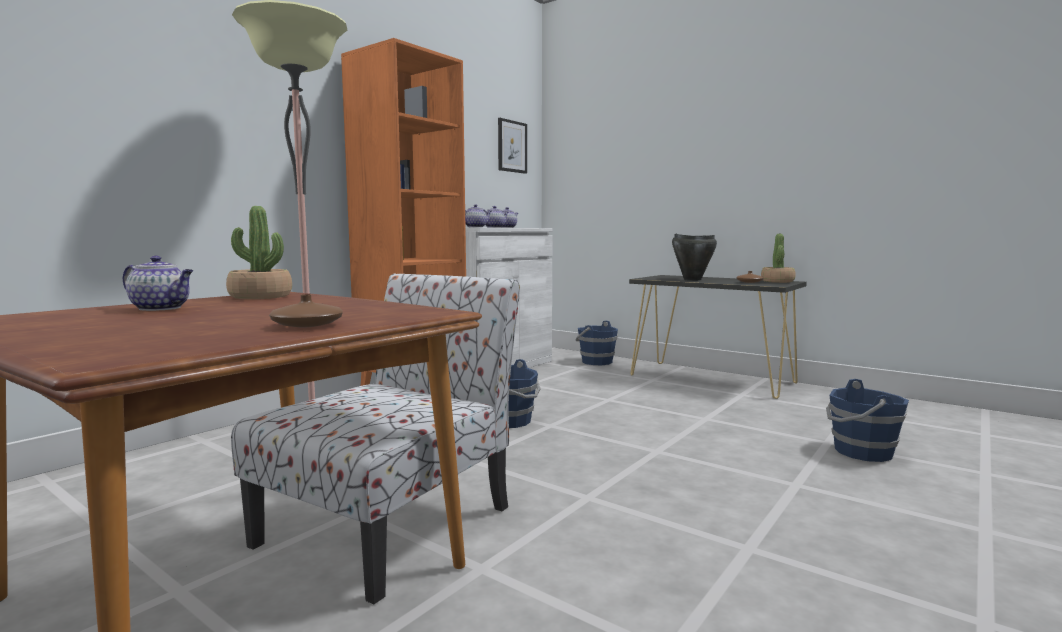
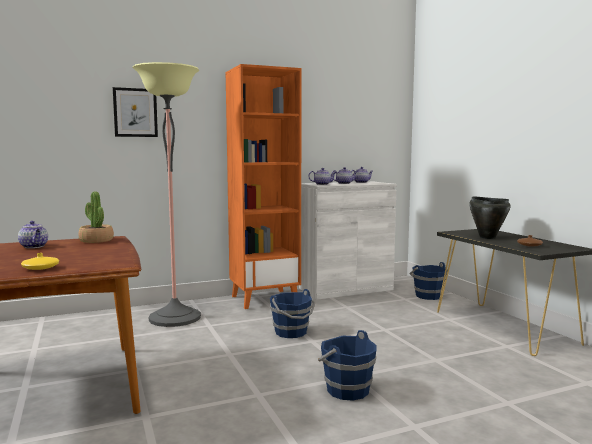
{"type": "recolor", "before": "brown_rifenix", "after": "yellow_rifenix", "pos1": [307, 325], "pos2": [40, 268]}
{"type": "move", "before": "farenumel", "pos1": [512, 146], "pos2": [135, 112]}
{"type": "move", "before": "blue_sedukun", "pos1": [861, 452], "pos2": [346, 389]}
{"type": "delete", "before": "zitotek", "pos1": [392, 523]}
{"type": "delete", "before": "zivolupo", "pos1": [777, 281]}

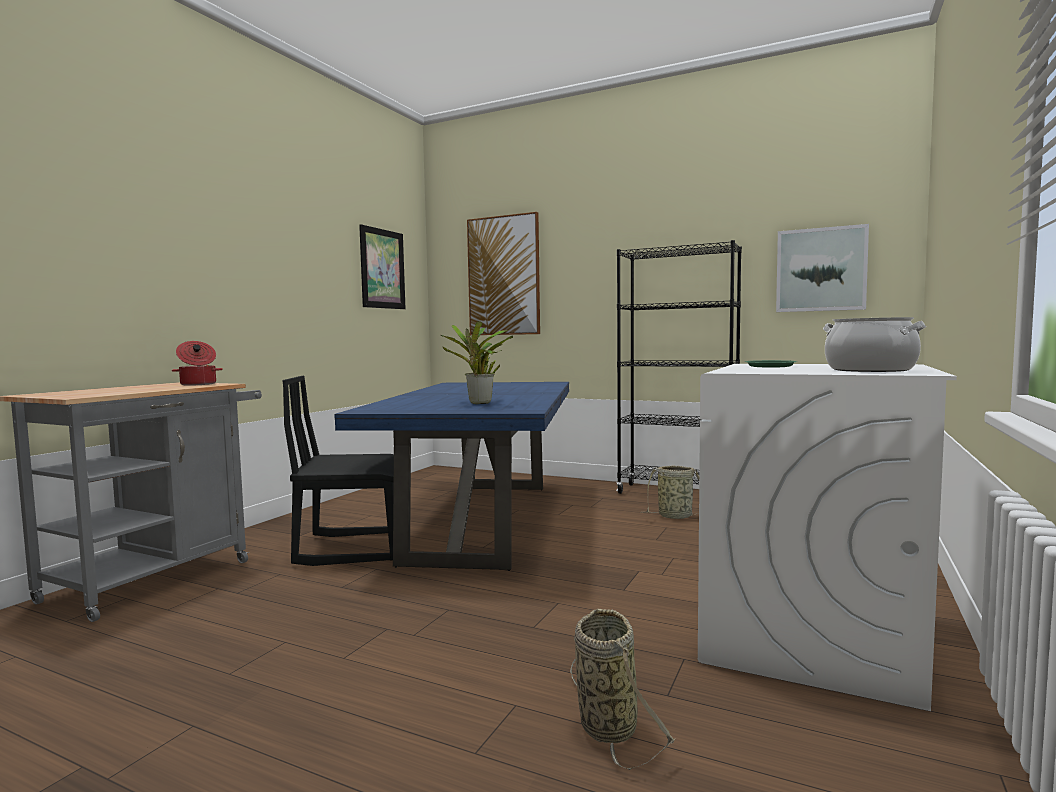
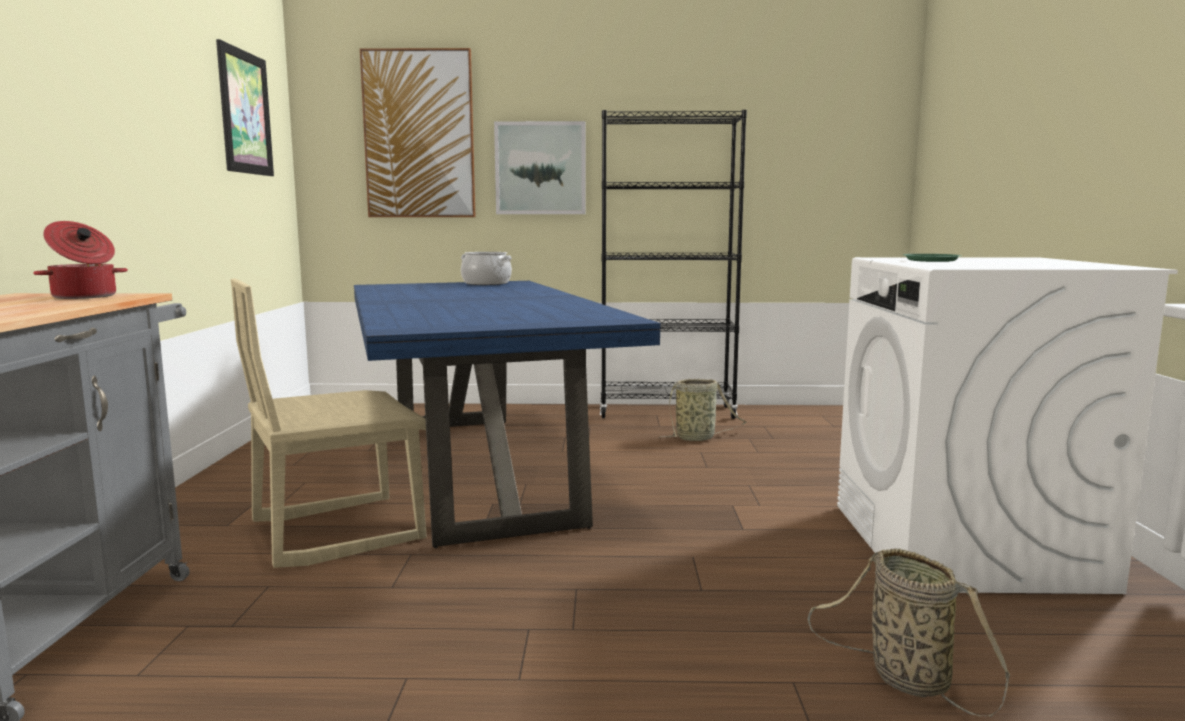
{"type": "recolor", "before": "black_zitotek", "after": "beige_zitotek", "pos1": [352, 547], "pos2": [337, 531]}
{"type": "move", "before": "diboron", "pos1": [870, 370], "pos2": [486, 283]}
{"type": "move", "before": "farenumel", "pos1": [821, 270], "pos2": [540, 168]}
{"type": "delete", "before": "zivolupo", "pos1": [479, 403]}

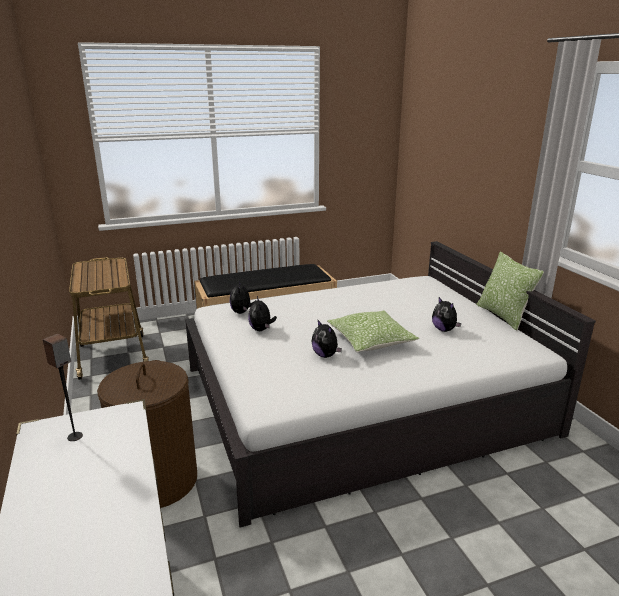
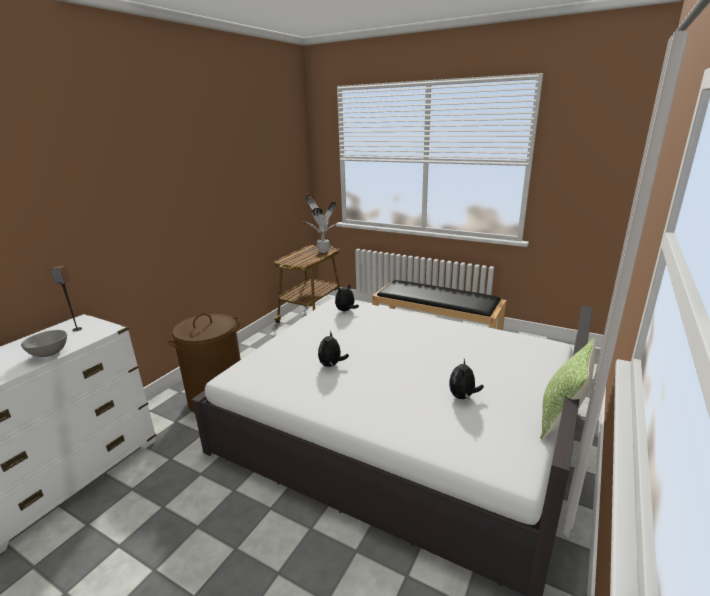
{"type": "insert", "after": "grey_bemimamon", "pos2": [48, 354]}
{"type": "insert", "after": "zivolupo", "pos2": [322, 251]}
{"type": "delete", "before": "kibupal", "pos1": [261, 329]}
{"type": "delete", "before": "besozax", "pos1": [370, 341]}

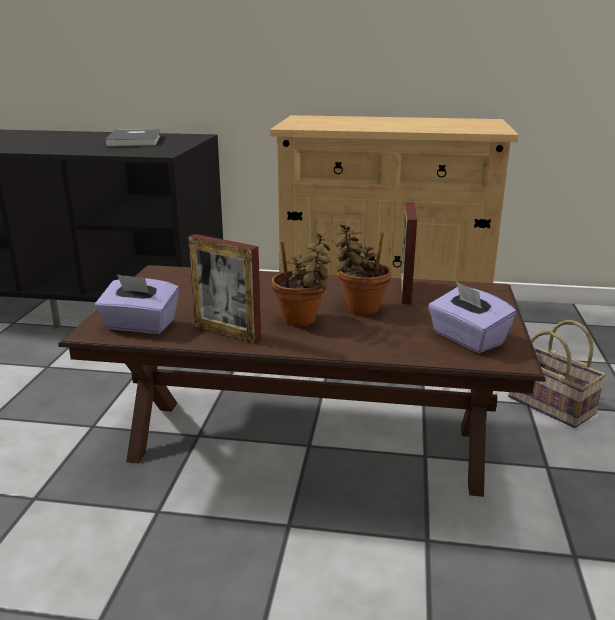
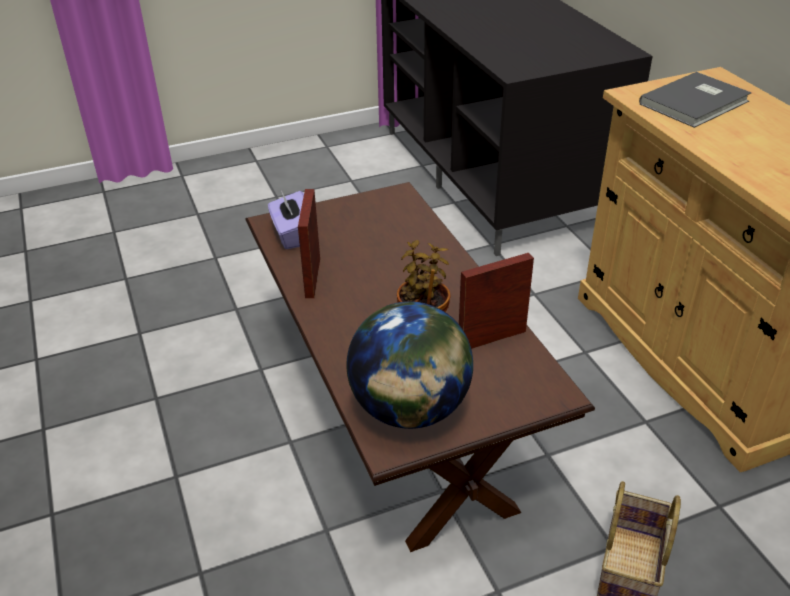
{"type": "replace", "before": "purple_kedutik", "after": "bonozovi", "pos1": [467, 339], "pos2": [410, 409]}
{"type": "move", "before": "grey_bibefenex", "pos1": [136, 140], "pos2": [697, 103]}
{"type": "delete", "before": "zivolupo", "pos1": [302, 321]}

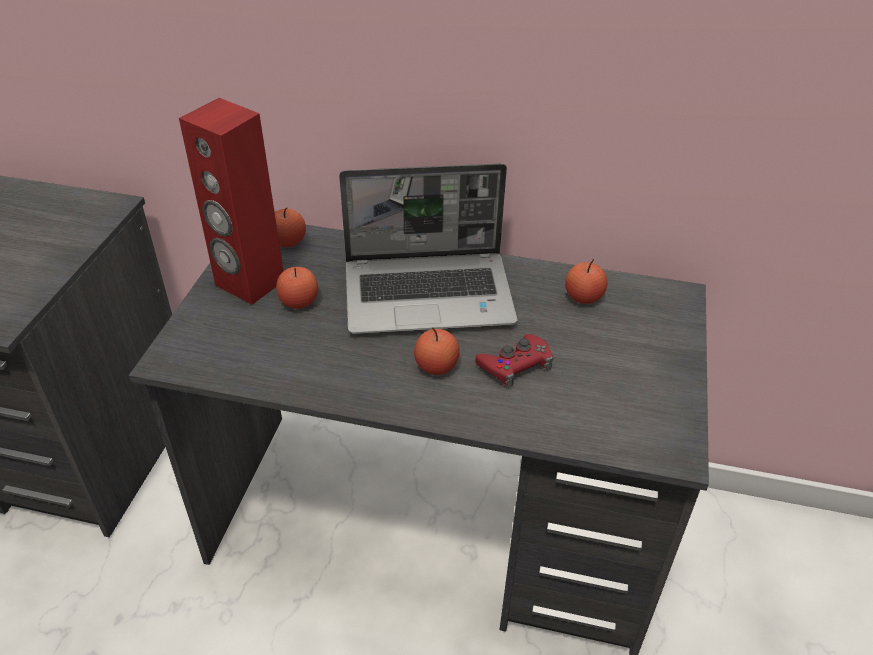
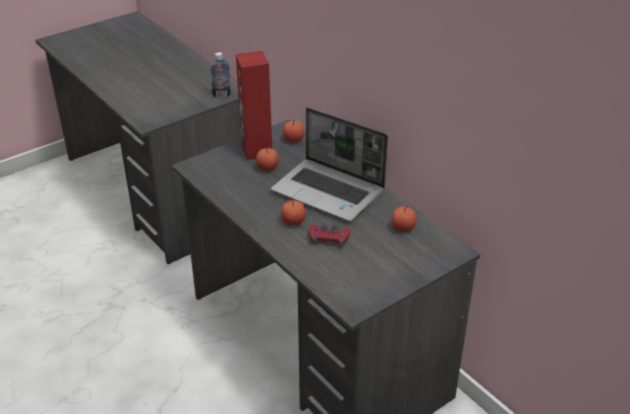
{"type": "insert", "after": "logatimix", "pos2": [222, 95]}

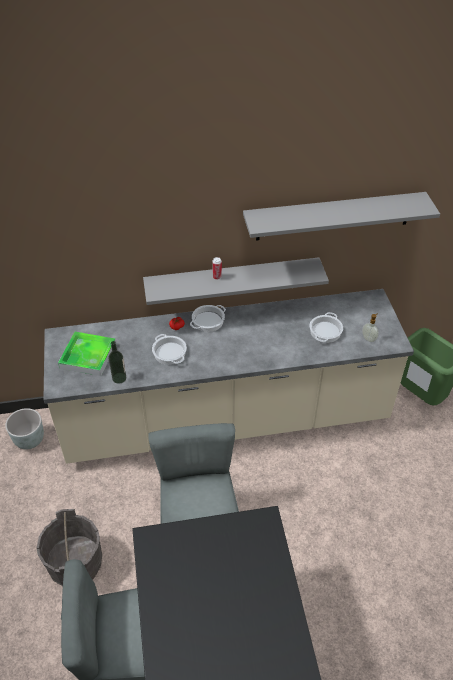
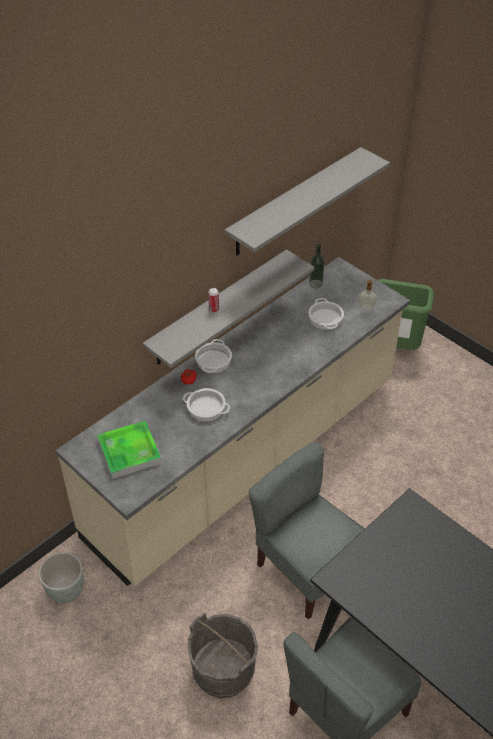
{"type": "move", "before": "logatimix", "pos1": [119, 378], "pos2": [316, 283]}

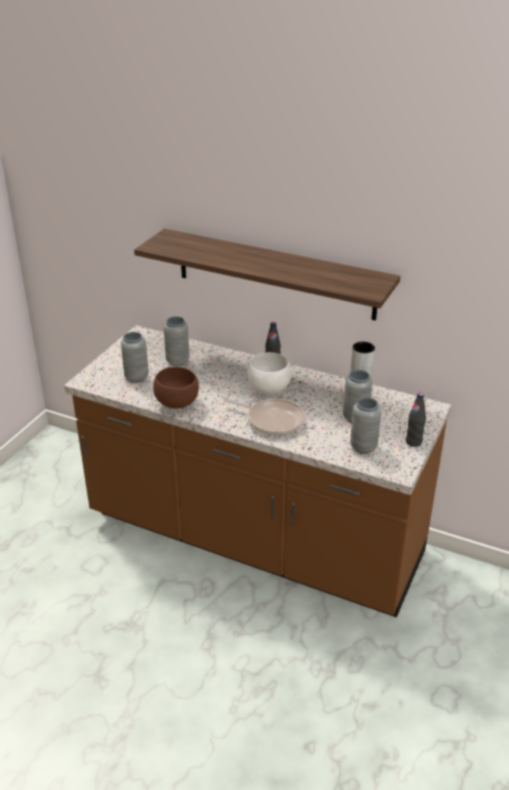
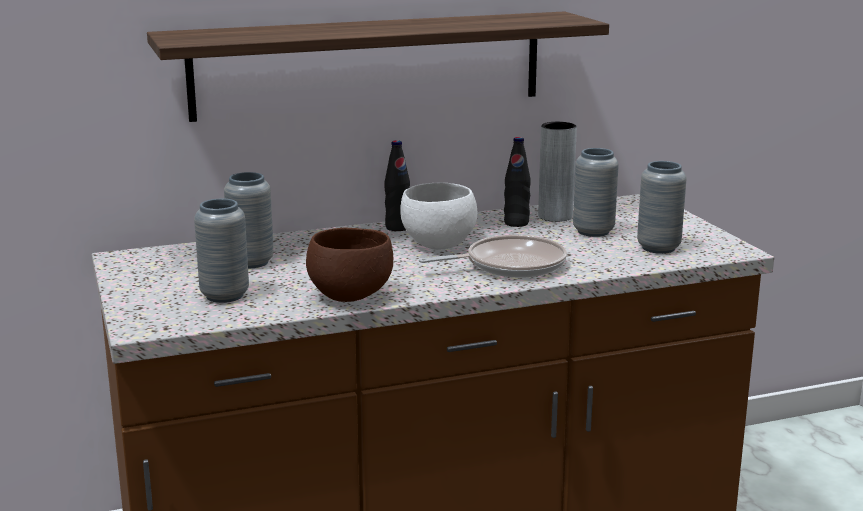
{"type": "move", "before": "black_logatimix", "pos1": [413, 442], "pos2": [516, 223]}

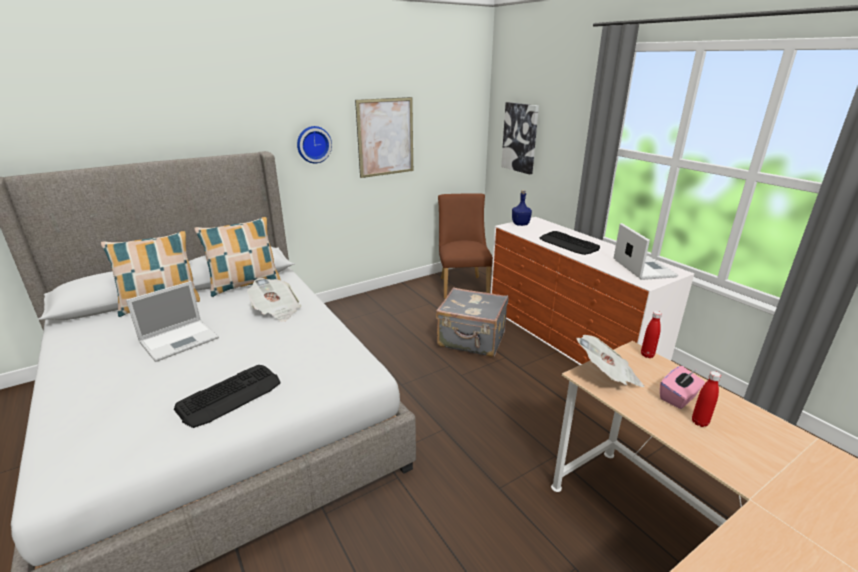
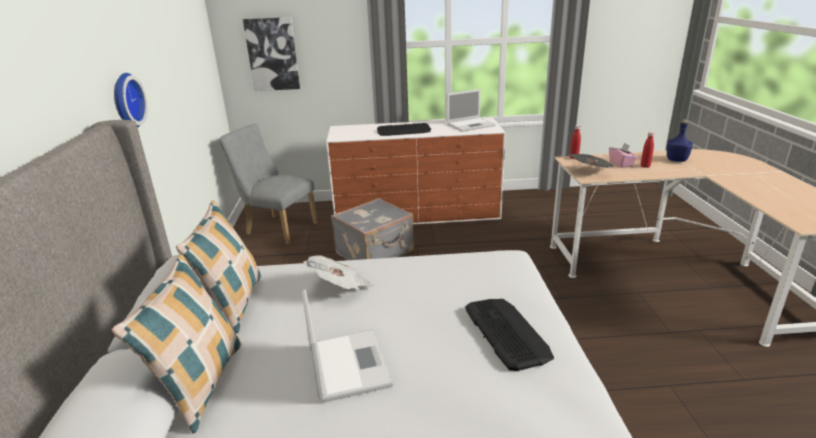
{"type": "recolor", "before": "brown_zitotek", "after": "grey_zitotek", "pos1": [462, 285], "pos2": [277, 228]}
{"type": "rotate", "before": "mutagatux", "pos1": [642, 268], "pos2": [471, 125], "turn": 135}
{"type": "move", "before": "blue_logatimix", "pos1": [520, 224], "pos2": [676, 160]}
{"type": "delete", "before": "farenumel", "pos1": [385, 137]}

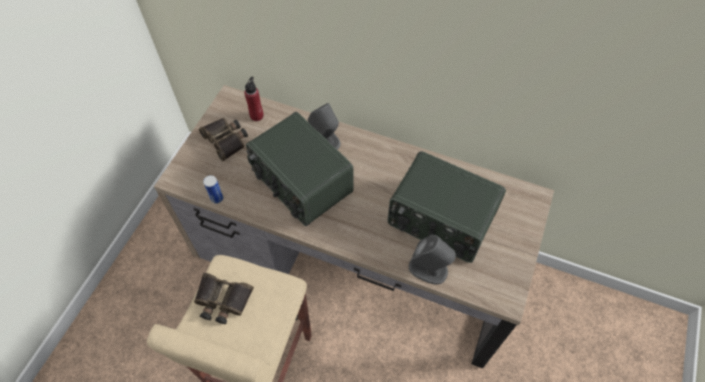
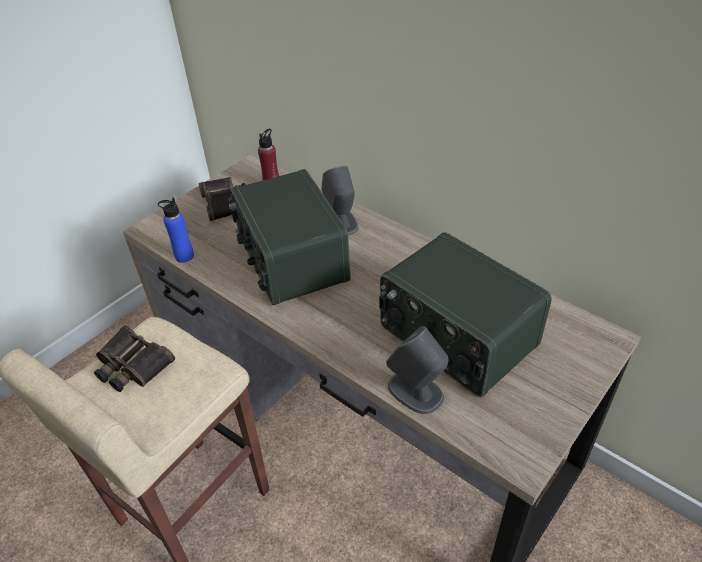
{"type": "replace", "before": "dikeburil", "after": "blue_logatimix", "pos1": [217, 198], "pos2": [184, 256]}

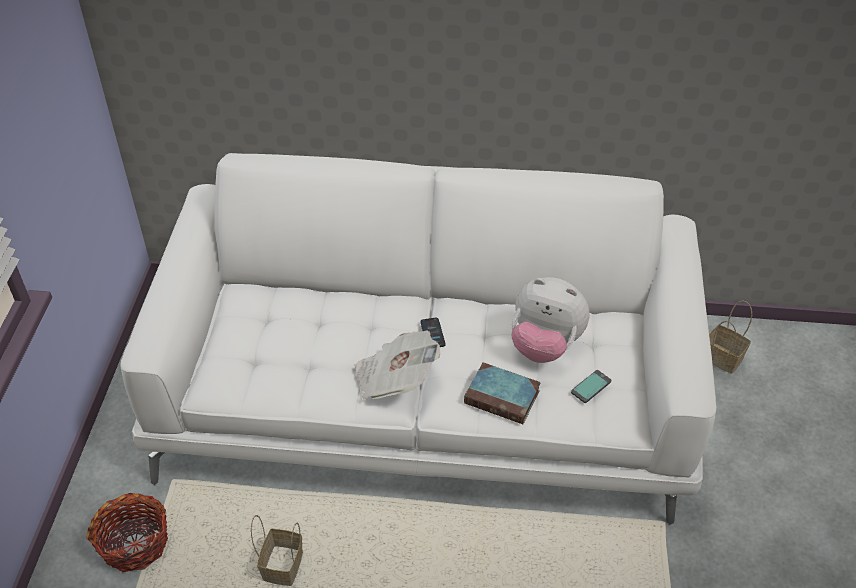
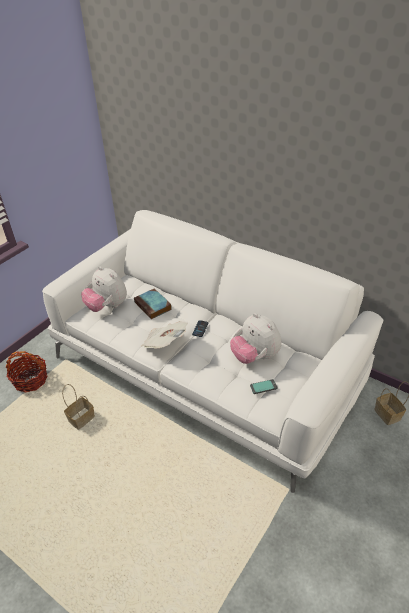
{"type": "insert", "after": "kibupal", "pos2": [107, 306]}
{"type": "move", "before": "bibefenex", "pos1": [503, 397], "pos2": [153, 306]}

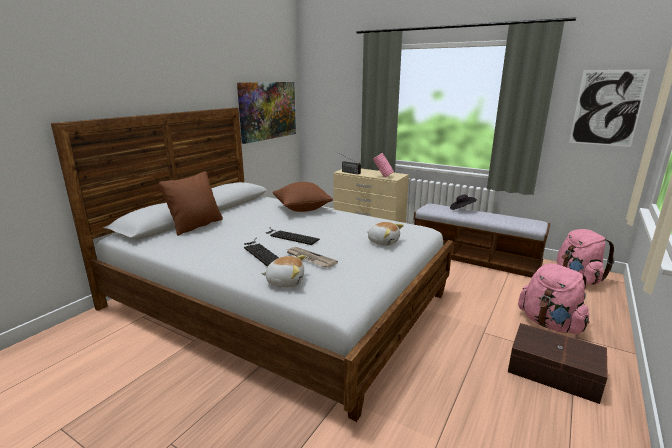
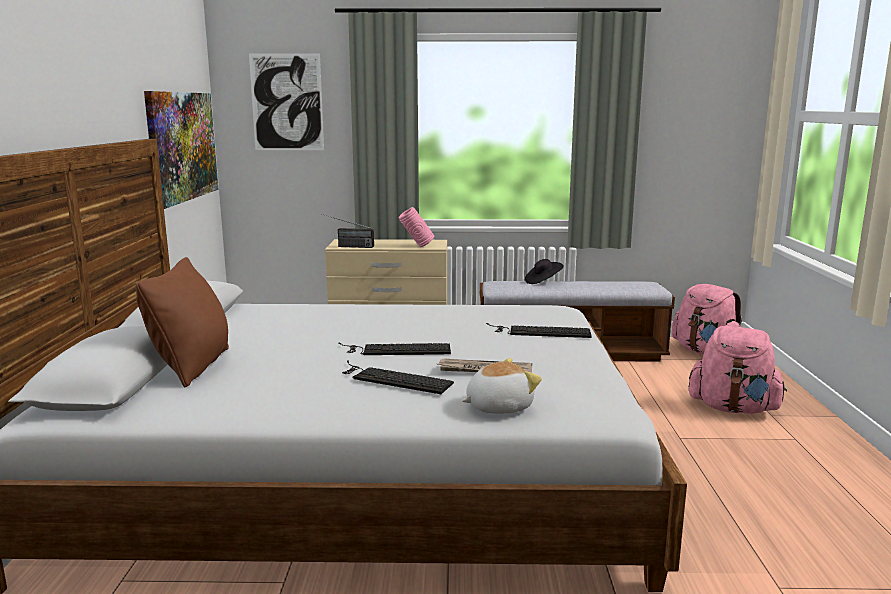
{"type": "move", "before": "farenumel", "pos1": [607, 108], "pos2": [287, 102]}
{"type": "replace", "before": "kibupal", "after": "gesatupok", "pos1": [383, 242], "pos2": [539, 332]}
{"type": "delete", "before": "brown_besozax", "pos1": [302, 209]}
{"type": "delete", "before": "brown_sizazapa", "pos1": [553, 371]}

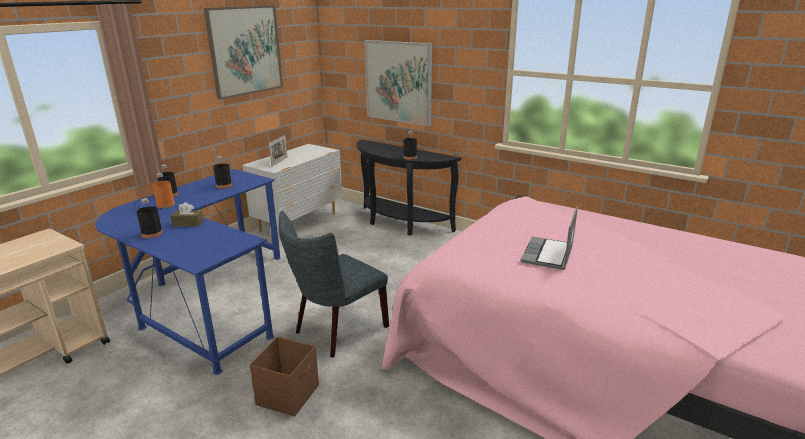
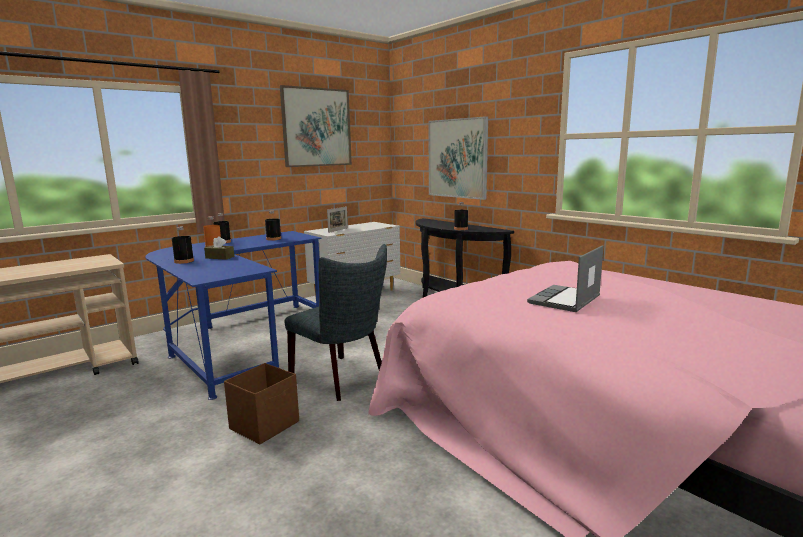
{"type": "rotate", "before": "grey_zitotek", "pos1": [336, 331], "pos2": [342, 379], "turn": -105}

